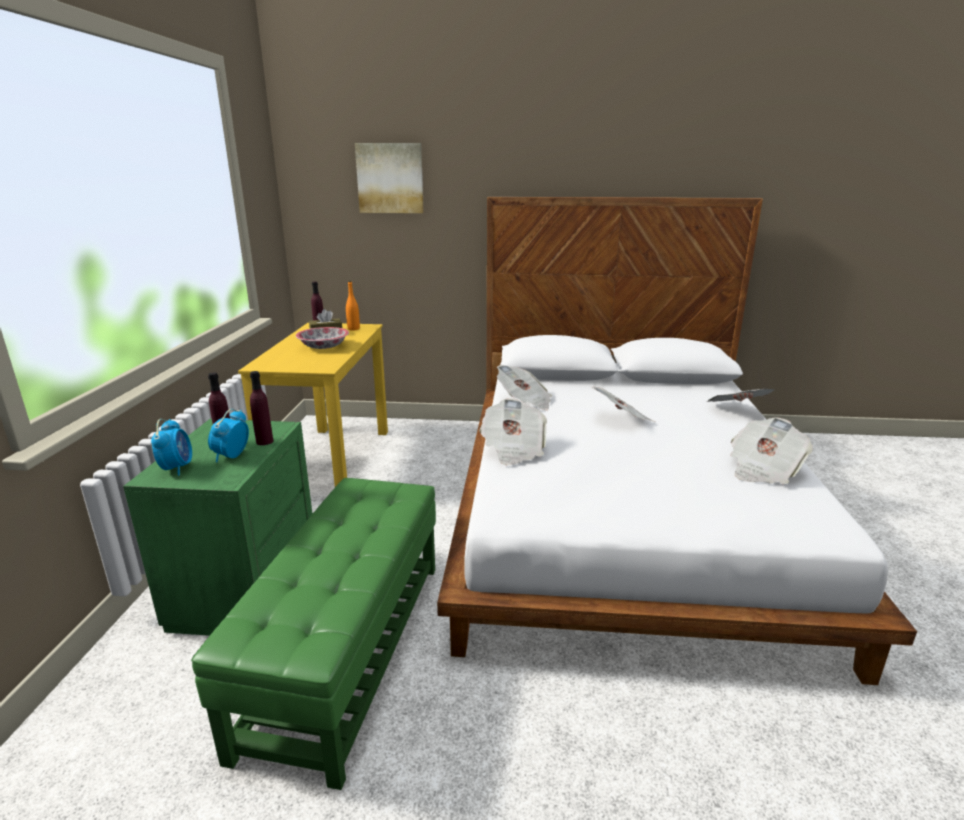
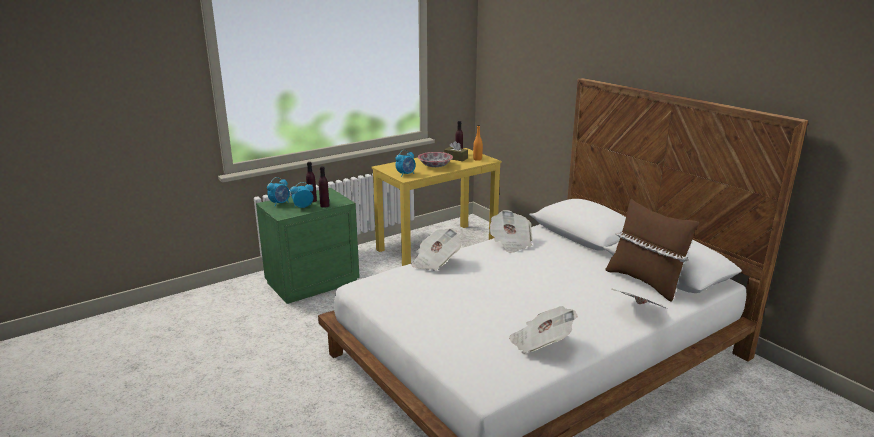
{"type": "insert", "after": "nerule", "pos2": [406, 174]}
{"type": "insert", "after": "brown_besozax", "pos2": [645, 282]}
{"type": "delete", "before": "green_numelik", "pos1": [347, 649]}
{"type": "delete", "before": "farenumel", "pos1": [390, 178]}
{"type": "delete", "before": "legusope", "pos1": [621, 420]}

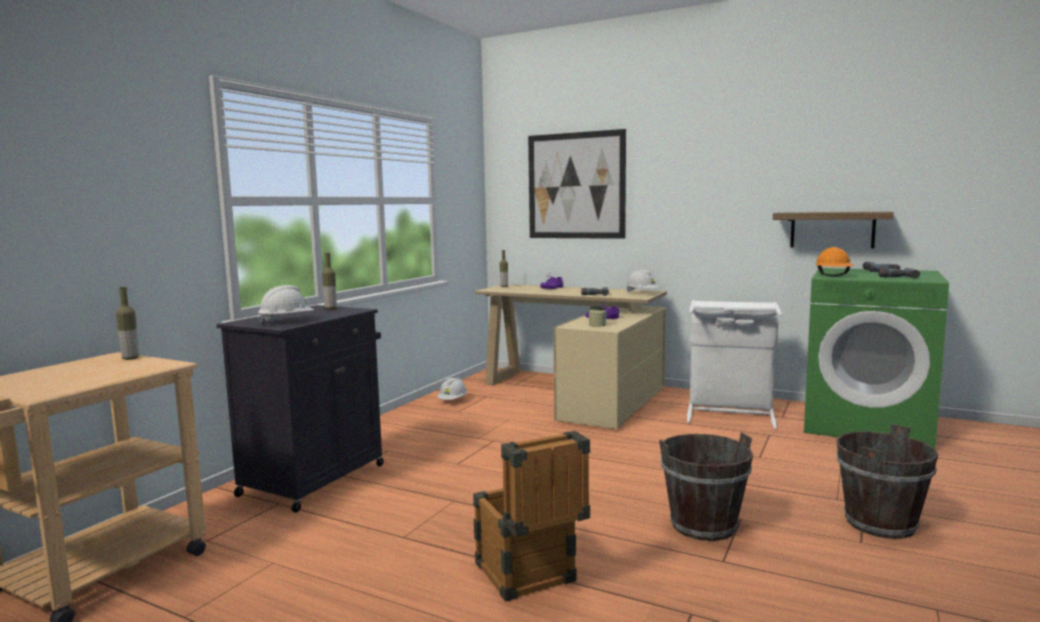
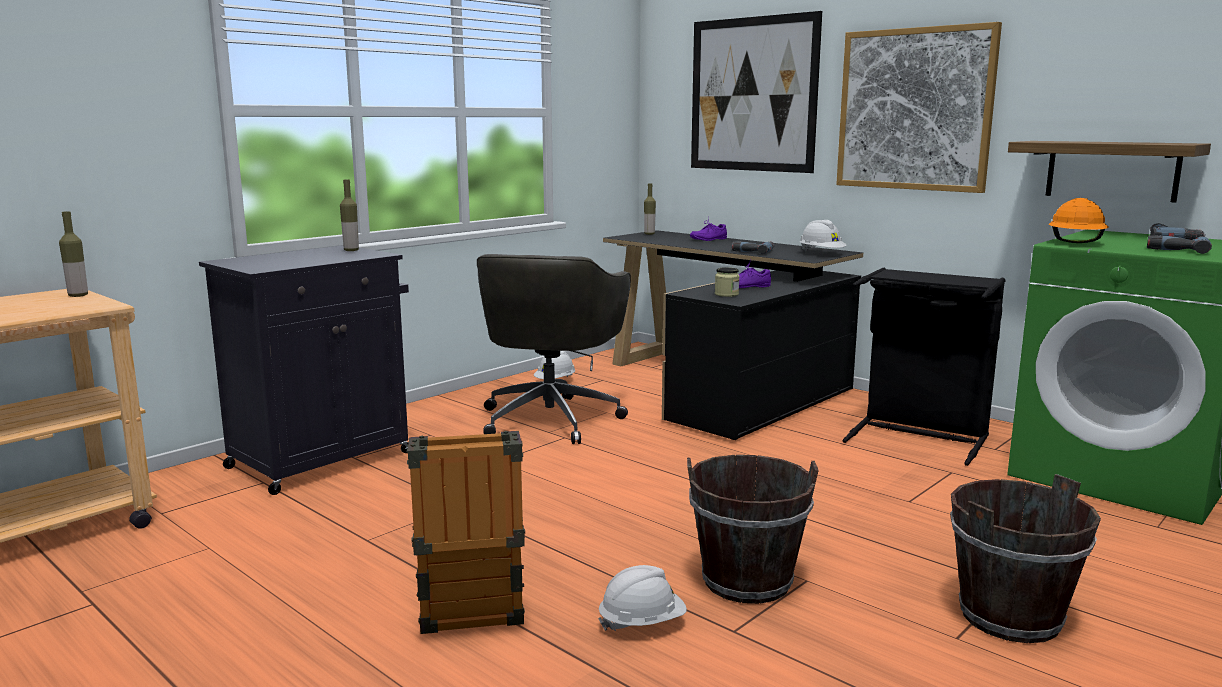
{"type": "insert", "after": "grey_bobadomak", "pos2": [551, 418]}
{"type": "move", "before": "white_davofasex", "pos1": [287, 321], "pos2": [642, 623]}
{"type": "recolor", "before": "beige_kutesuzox", "after": "black_kutesuzox", "pos1": [578, 393], "pos2": [725, 387]}
{"type": "insert", "after": "farenumel", "pos2": [914, 109]}
{"type": "recolor", "before": "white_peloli", "after": "black_peloli", "pos1": [730, 413], "pos2": [919, 435]}

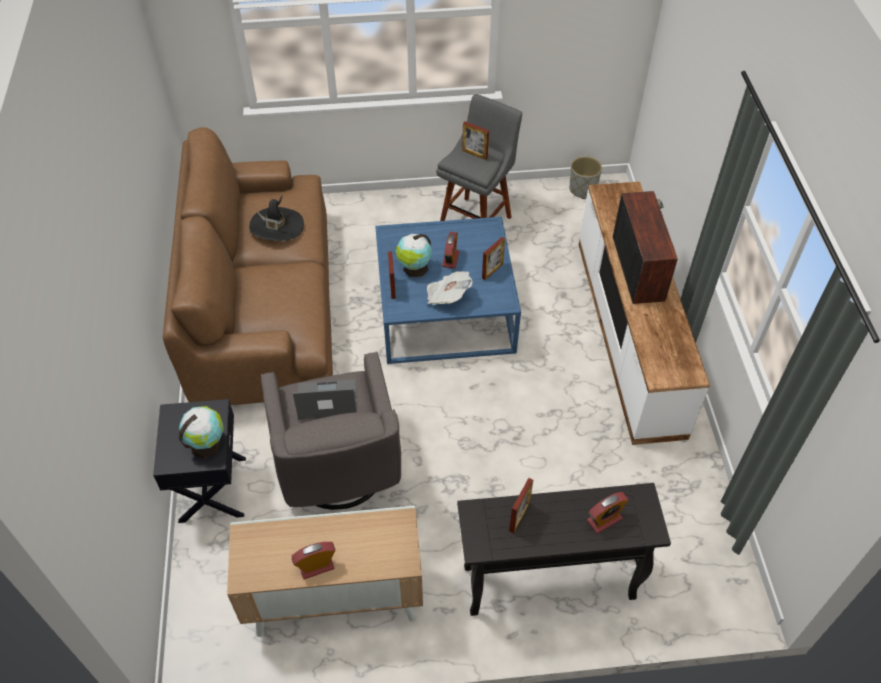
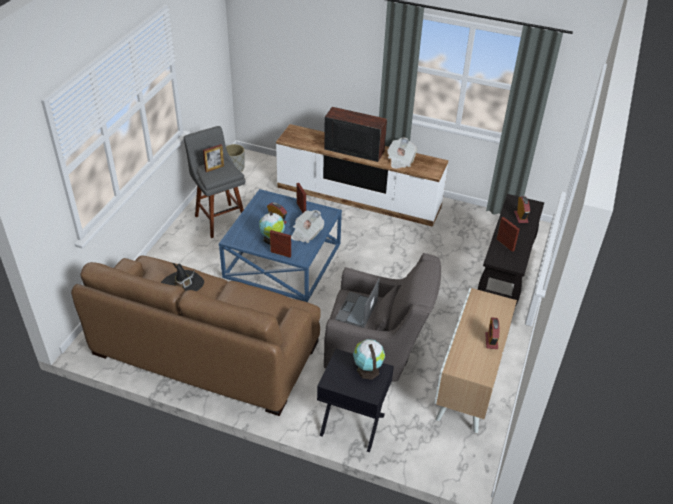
{"type": "insert", "after": "legusope", "pos2": [400, 160]}

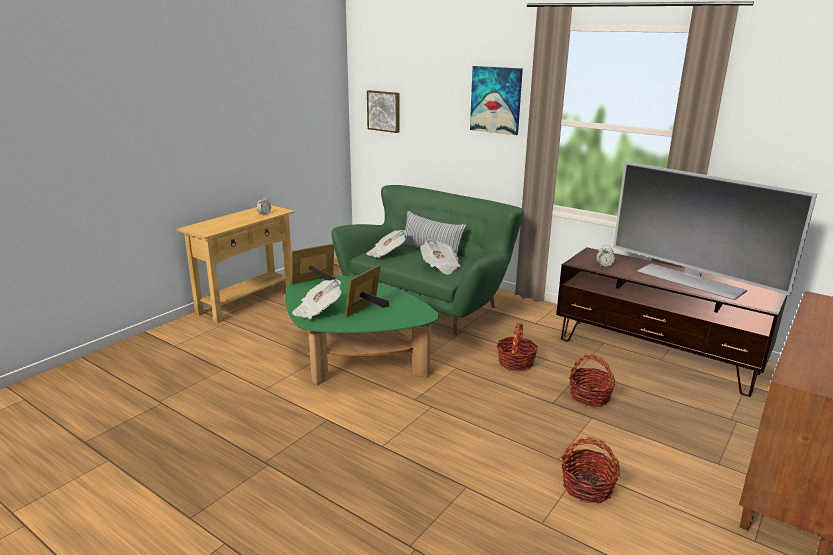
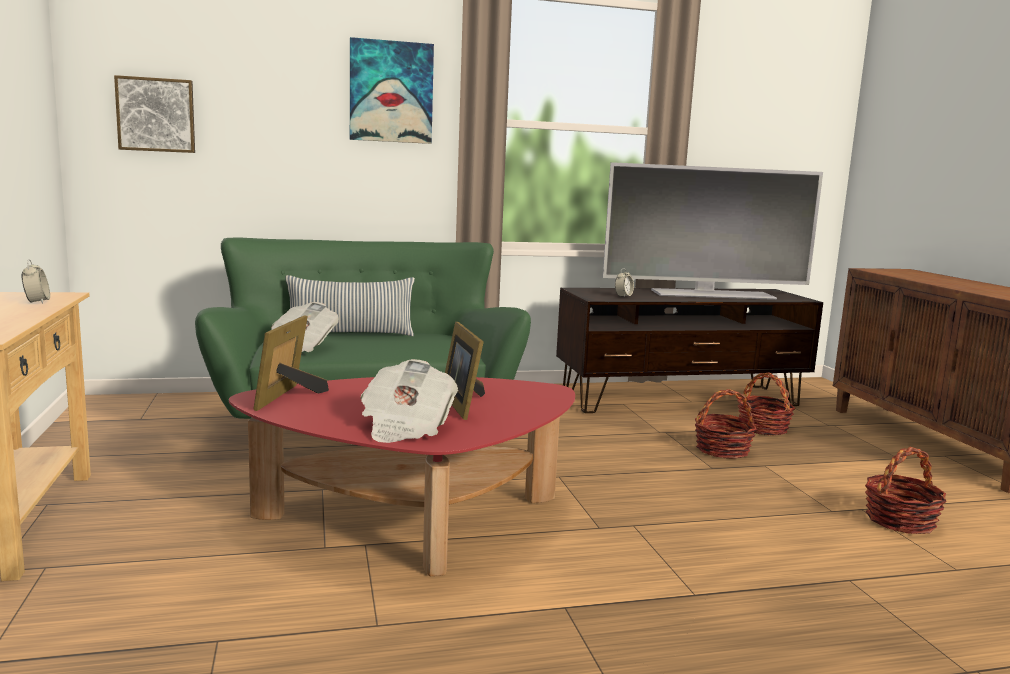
{"type": "recolor", "before": "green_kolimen", "after": "red_kolimen", "pos1": [352, 358], "pos2": [413, 521]}
{"type": "move", "before": "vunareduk", "pos1": [516, 362], "pos2": [763, 428]}
{"type": "delete", "before": "legusope", "pos1": [440, 267]}

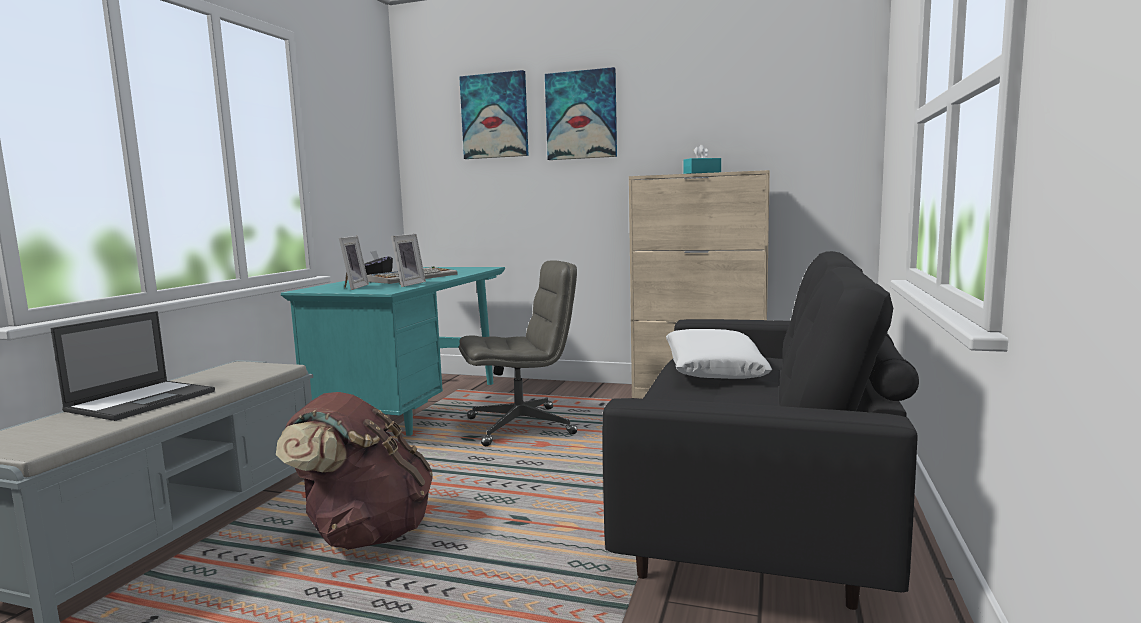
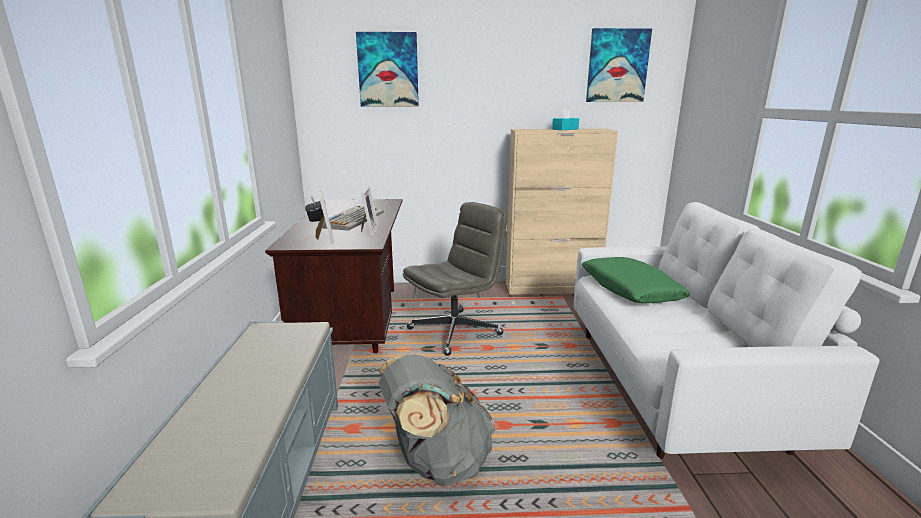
{"type": "recolor", "before": "turquoise_kutesuzox", "after": "brown_kutesuzox", "pos1": [417, 409], "pos2": [355, 323]}
{"type": "recolor", "before": "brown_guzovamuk", "after": "grey_guzovamuk", "pos1": [365, 534], "pos2": [436, 461]}
{"type": "recolor", "before": "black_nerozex", "after": "white_nerozex", "pos1": [754, 509], "pos2": [672, 385]}
{"type": "recolor", "before": "white_besozax", "after": "green_besozax", "pos1": [712, 369], "pos2": [629, 290]}
{"type": "move", "before": "farenumel", "pos1": [581, 115], "pos2": [617, 66]}
{"type": "delete", "before": "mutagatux", "pos1": [143, 400]}

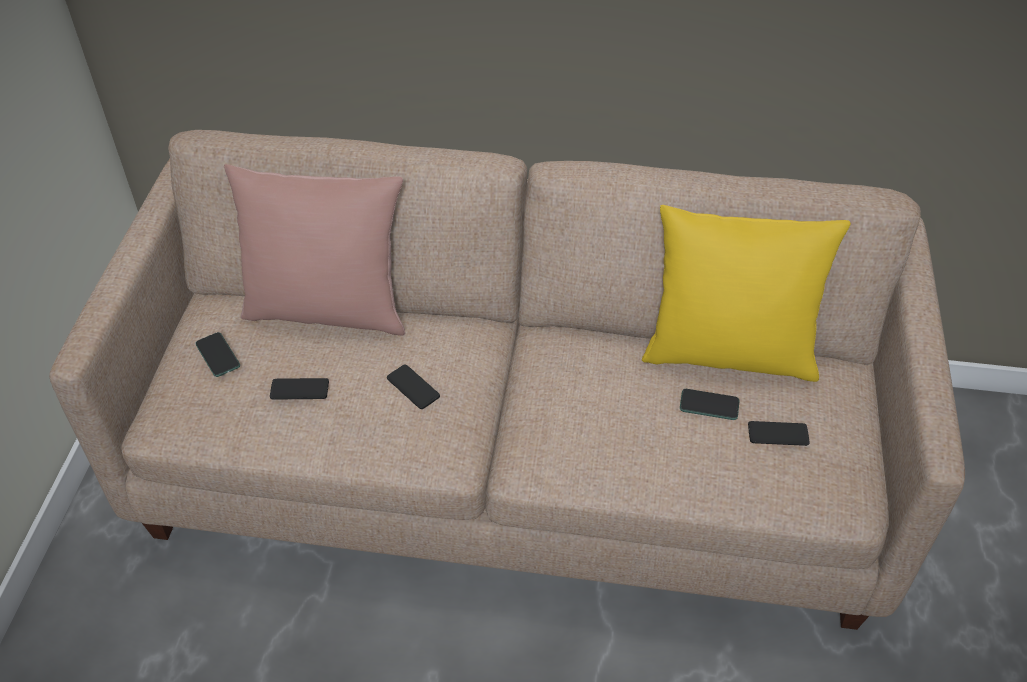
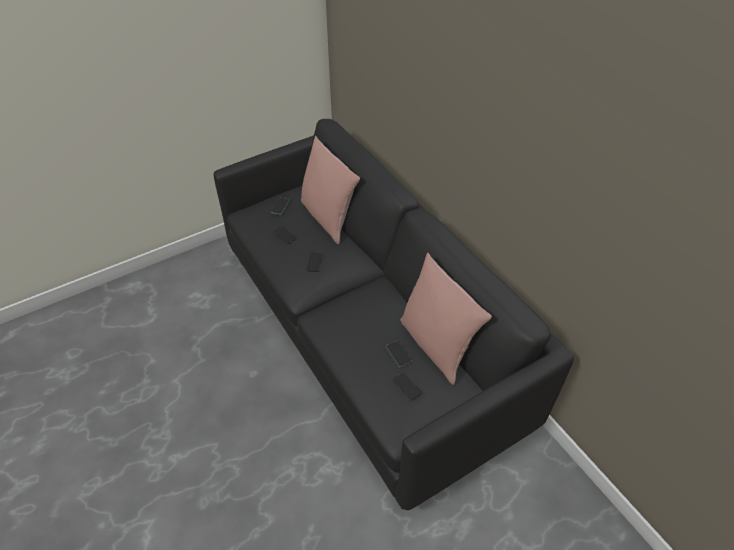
{"type": "recolor", "before": "beige_nerozex", "after": "black_nerozex", "pos1": [515, 461], "pos2": [368, 335]}
{"type": "recolor", "before": "yellow_besozax", "after": "pink_besozax", "pos1": [728, 353], "pos2": [436, 345]}

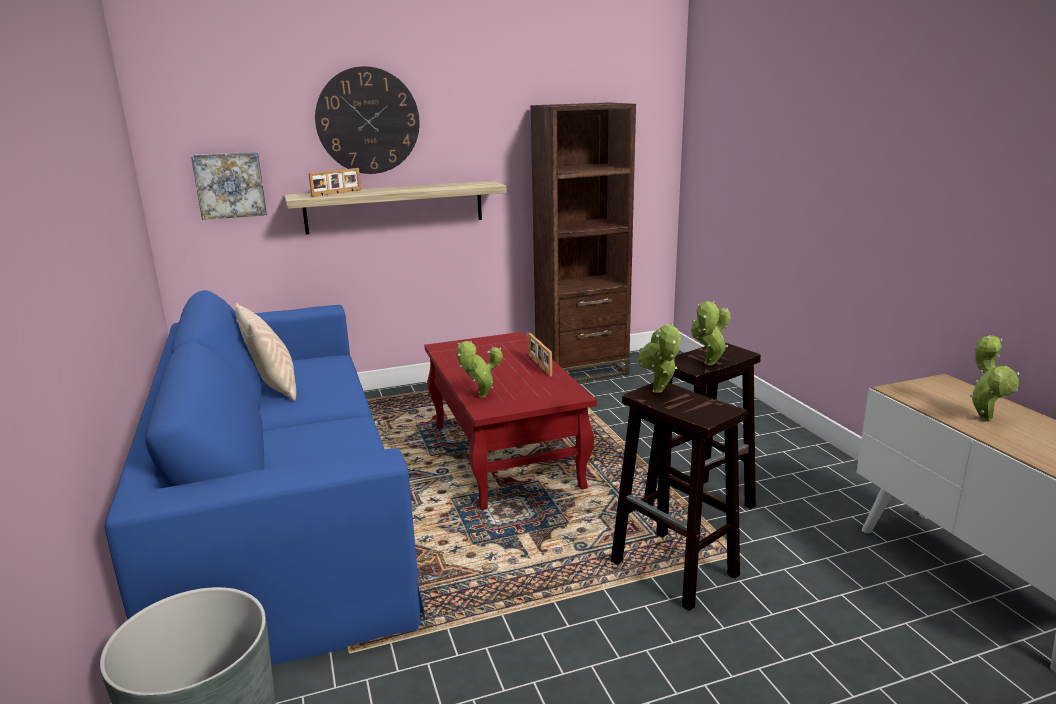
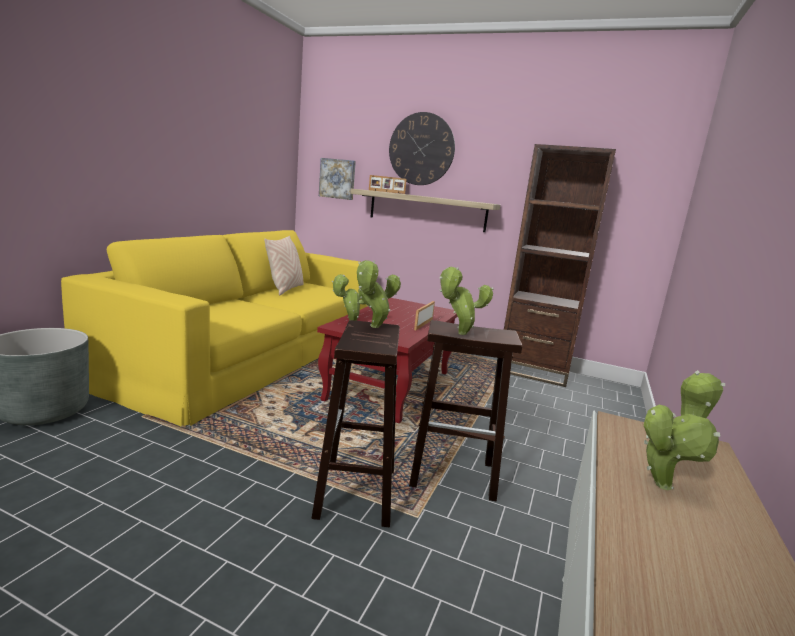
{"type": "recolor", "before": "blue_nerozex", "after": "yellow_nerozex", "pos1": [281, 505], "pos2": [249, 353]}

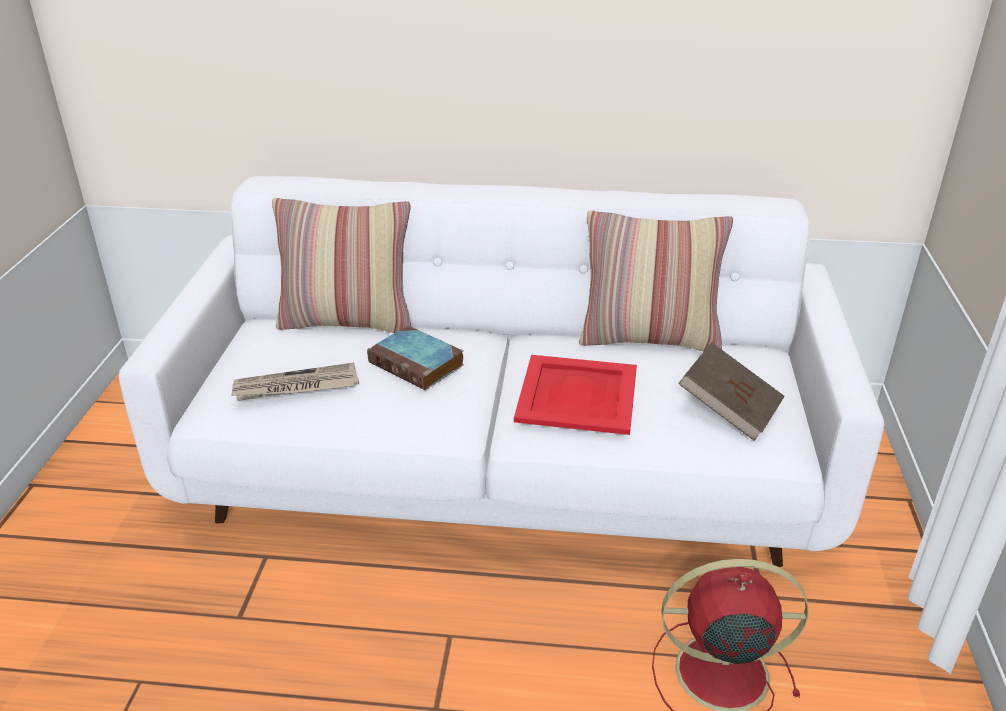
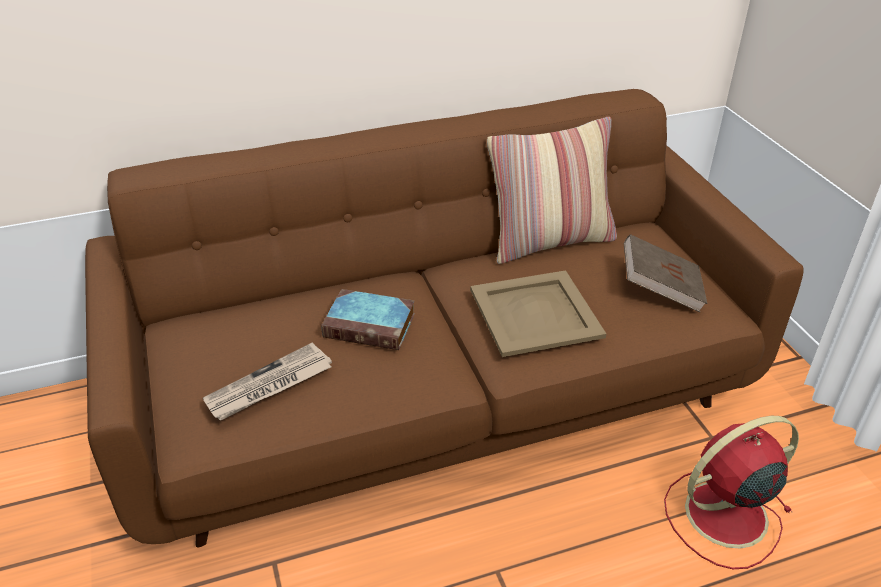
{"type": "recolor", "before": "white_nerozex", "after": "brown_nerozex", "pos1": [504, 468], "pos2": [441, 394]}
{"type": "recolor", "before": "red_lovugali", "after": "beige_lovugali", "pos1": [576, 395], "pos2": [535, 314]}
{"type": "delete", "before": "besozax", "pos1": [347, 322]}

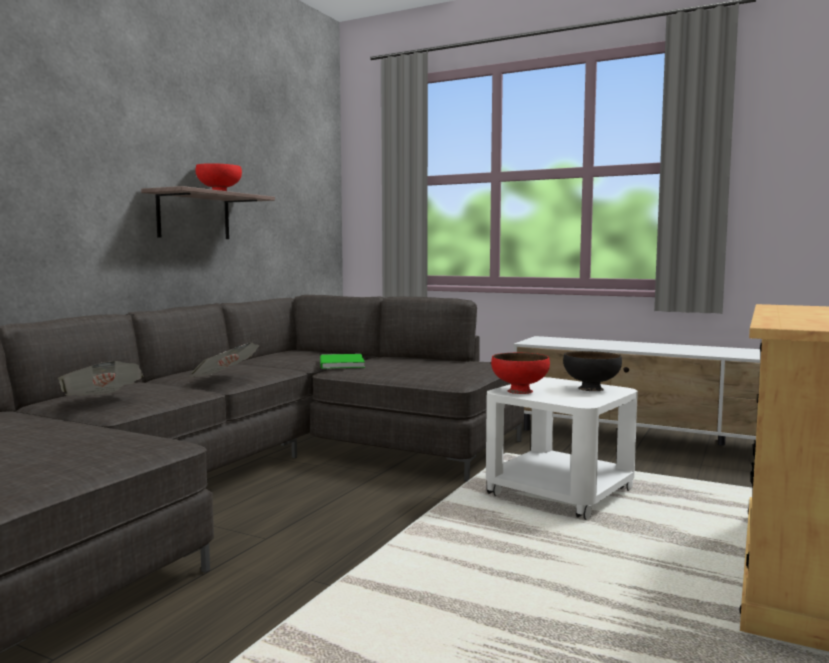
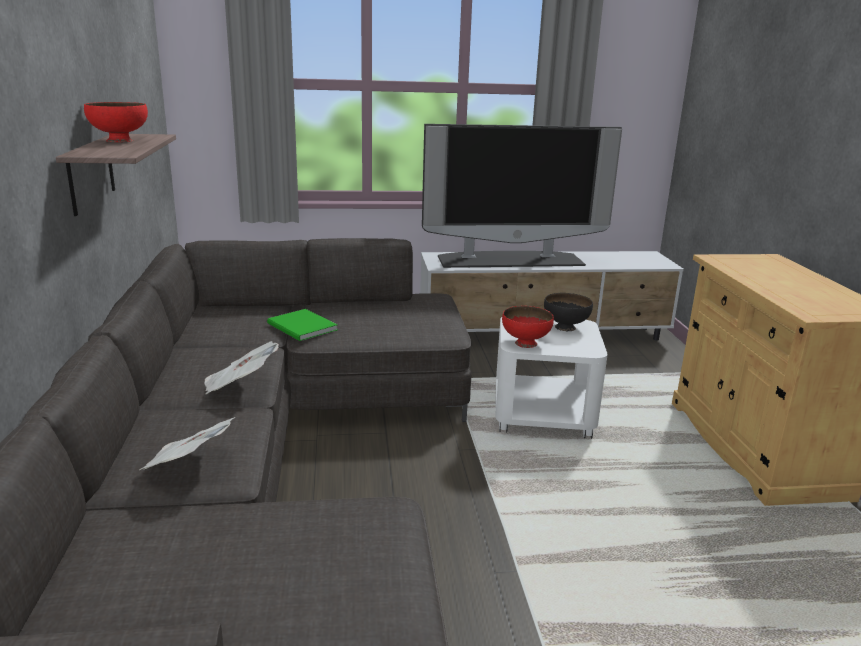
{"type": "insert", "after": "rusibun", "pos2": [510, 260]}

